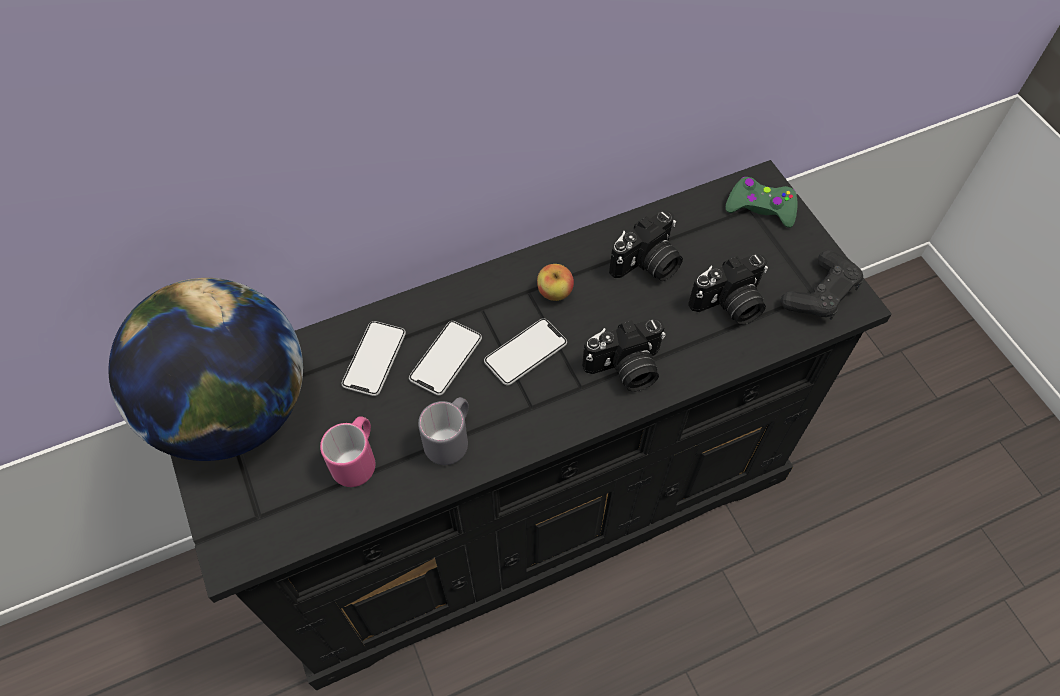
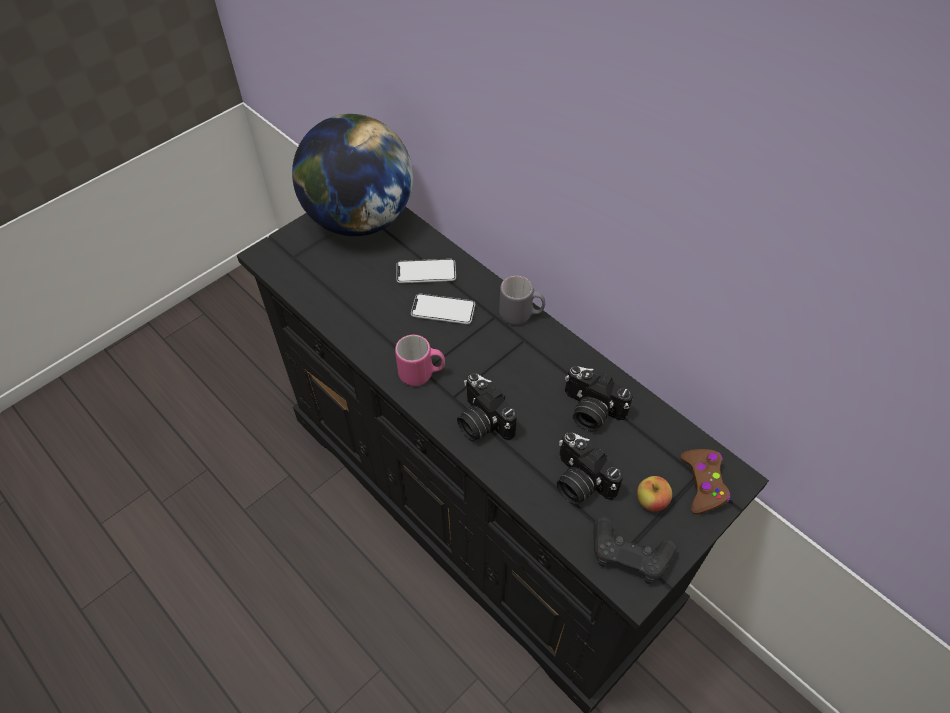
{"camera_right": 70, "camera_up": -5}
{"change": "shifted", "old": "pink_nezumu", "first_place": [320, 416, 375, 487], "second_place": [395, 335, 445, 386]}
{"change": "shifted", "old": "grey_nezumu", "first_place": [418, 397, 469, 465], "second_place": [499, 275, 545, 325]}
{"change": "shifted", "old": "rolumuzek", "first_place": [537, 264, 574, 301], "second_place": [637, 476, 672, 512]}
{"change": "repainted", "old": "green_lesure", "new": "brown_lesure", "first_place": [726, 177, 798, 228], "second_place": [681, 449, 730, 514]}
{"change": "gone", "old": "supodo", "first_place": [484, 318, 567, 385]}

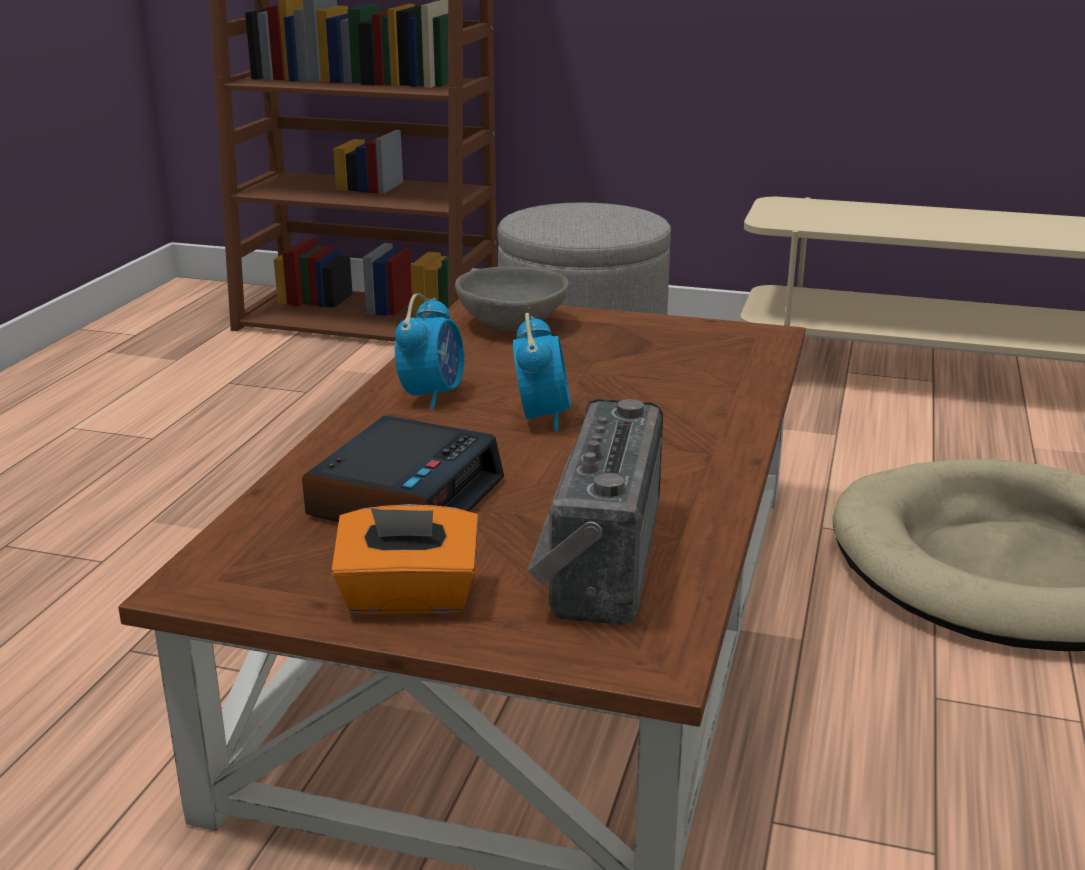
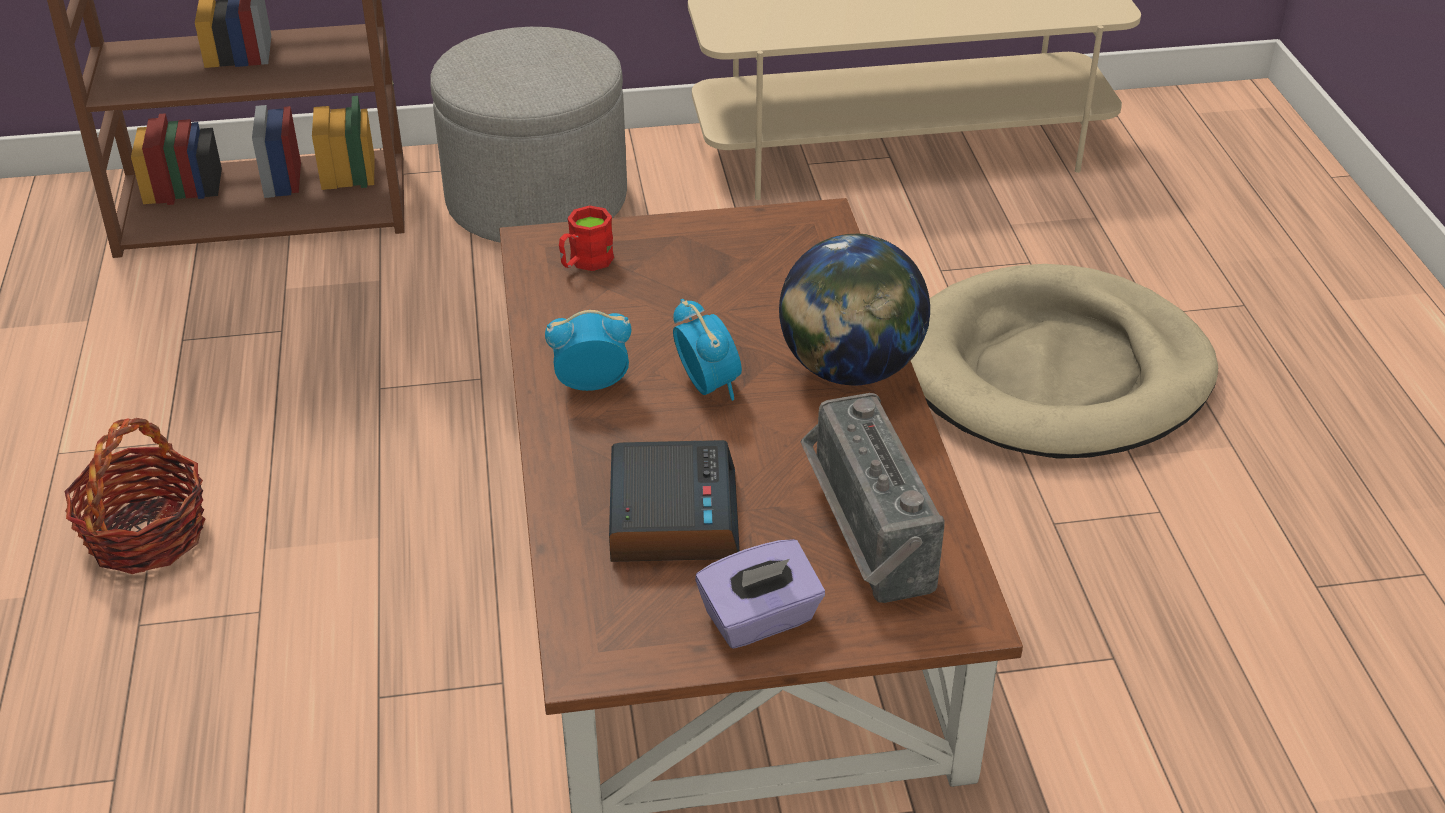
{"camera_right": -25, "camera_up": 15}
{"change": "new", "new": "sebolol", "second_place": [65, 418, 205, 574]}
{"change": "rotated", "old": "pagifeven", "first_place": [395, 293, 464, 410], "second_place": [545, 310, 631, 391], "degrees": -90}
{"change": "swapped", "old": "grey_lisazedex", "new": "red_nezumu", "first_place": [455, 266, 569, 331], "second_place": [559, 205, 614, 271]}
{"change": "repainted", "old": "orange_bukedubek", "new": "purple_bukedubek", "first_place": [331, 504, 479, 614], "second_place": [695, 539, 825, 649]}
{"change": "new", "new": "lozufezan", "second_place": [779, 234, 930, 385]}

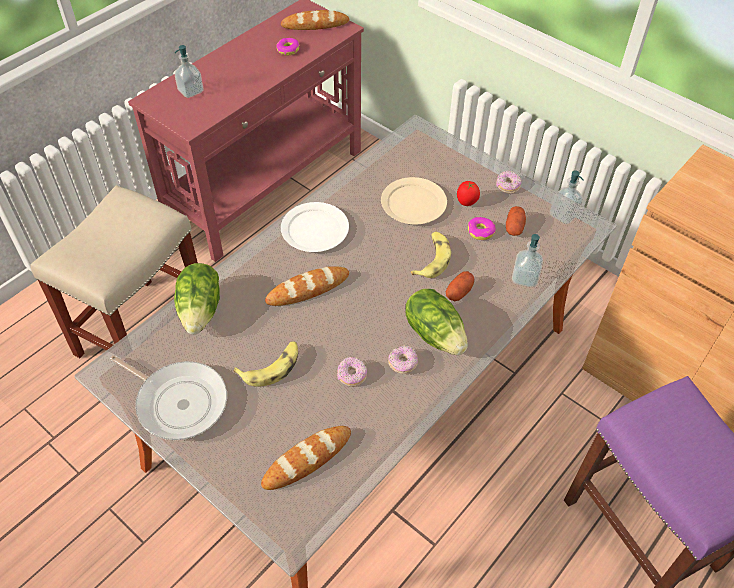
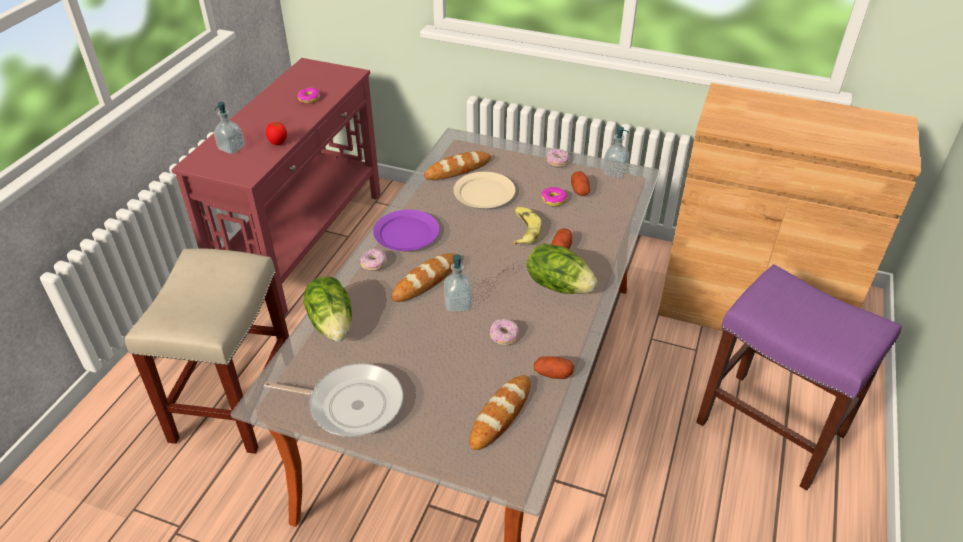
{"camera_right": -20, "camera_up": -10}
{"change": "shifted", "old": "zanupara", "first_place": [457, 181, 480, 206], "second_place": [266, 122, 287, 145]}
{"change": "shifted", "old": "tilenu", "first_place": [388, 345, 418, 374], "second_place": [360, 248, 387, 271]}
{"change": "repainted", "old": "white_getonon", "new": "purple_getonon", "first_place": [281, 202, 349, 252], "second_place": [373, 210, 440, 251]}
{"change": "shifted", "old": "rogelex", "first_place": [281, 10, 349, 30], "second_place": [424, 151, 491, 180]}
{"change": "shifted", "old": "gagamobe", "first_place": [512, 234, 543, 288], "second_place": [444, 255, 472, 312]}
{"change": "new", "new": "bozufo", "second_place": [534, 356, 574, 379]}
{"change": "gone", "old": "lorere", "first_place": [234, 341, 298, 387]}

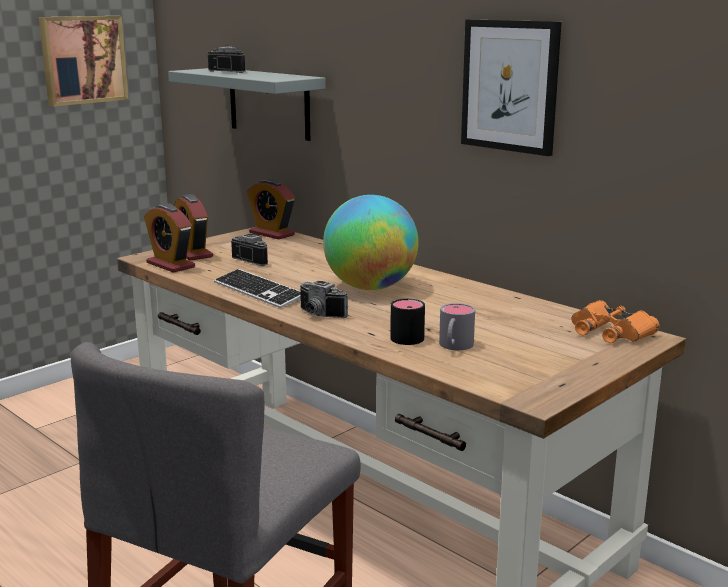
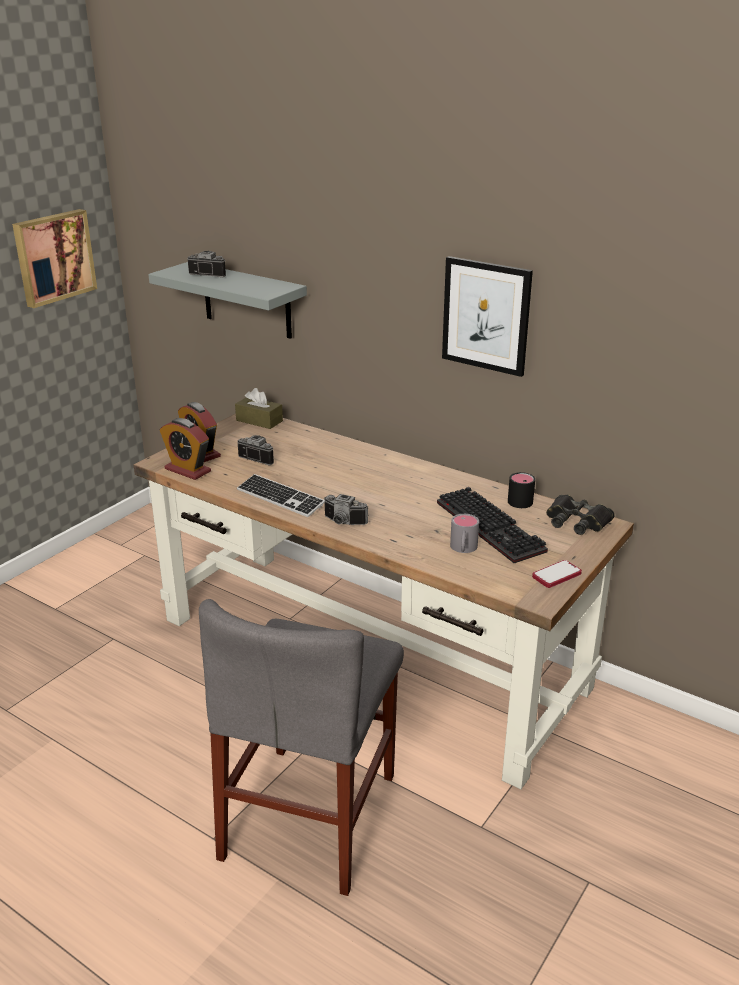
{"camera_right": -10, "camera_up": 10}
{"change": "swapped", "old": "pagifeven", "new": "brown_bukedubek", "first_place": [247, 179, 295, 239], "second_place": [235, 388, 283, 429]}
{"change": "new", "new": "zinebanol", "second_place": [437, 487, 548, 563]}
{"change": "shifted", "old": "black_nezumu", "first_place": [390, 299, 425, 345], "second_place": [508, 472, 535, 508]}
{"change": "new", "new": "supodo", "second_place": [532, 560, 582, 588]}
{"change": "repainted", "old": "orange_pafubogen", "new": "black_pafubogen", "first_place": [571, 300, 660, 343], "second_place": [546, 495, 614, 535]}
{"change": "gone", "old": "lozufezan", "first_place": [323, 195, 419, 290]}

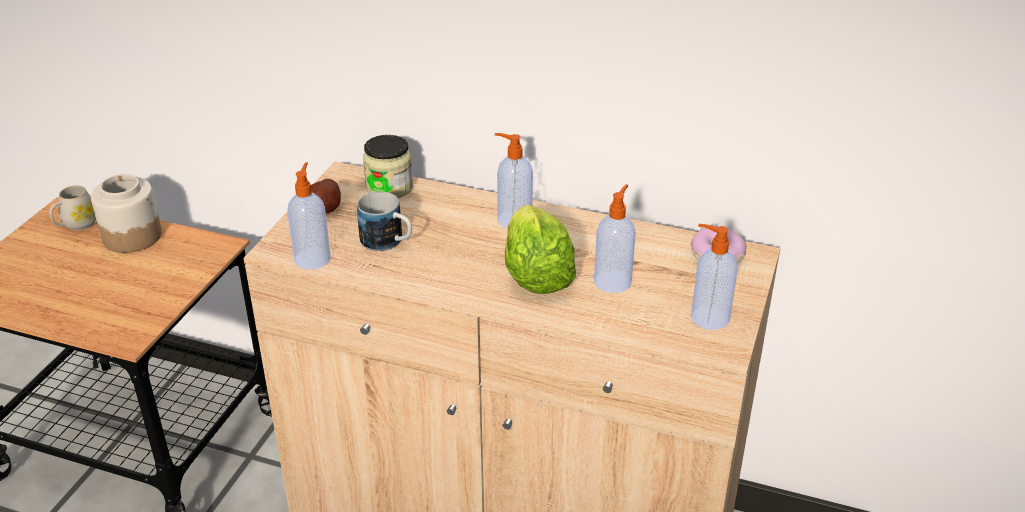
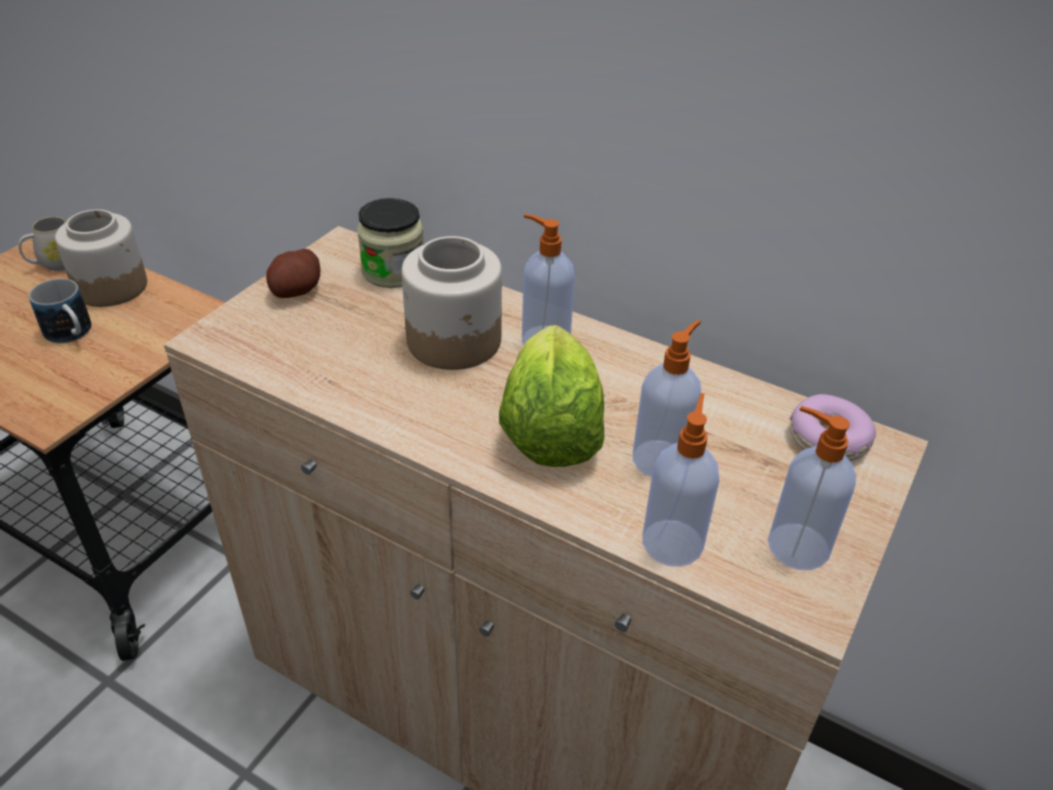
{"camera_right": 10, "camera_up": 5}
{"change": "shifted", "old": "nezumu", "first_place": [357, 192, 412, 251], "second_place": [29, 278, 91, 343]}
{"change": "new", "new": "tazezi", "second_place": [401, 236, 502, 370]}
{"change": "shifted", "old": "gagamobe", "first_place": [287, 162, 331, 270], "second_place": [642, 393, 719, 567]}

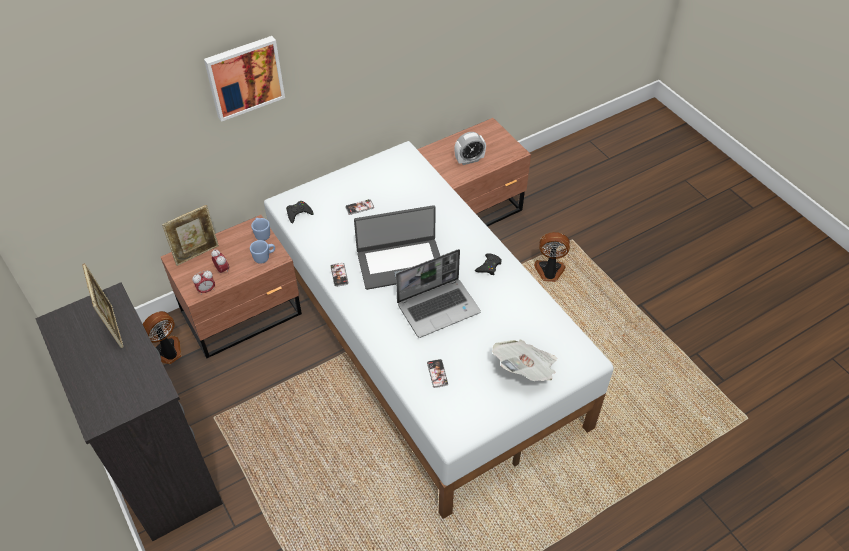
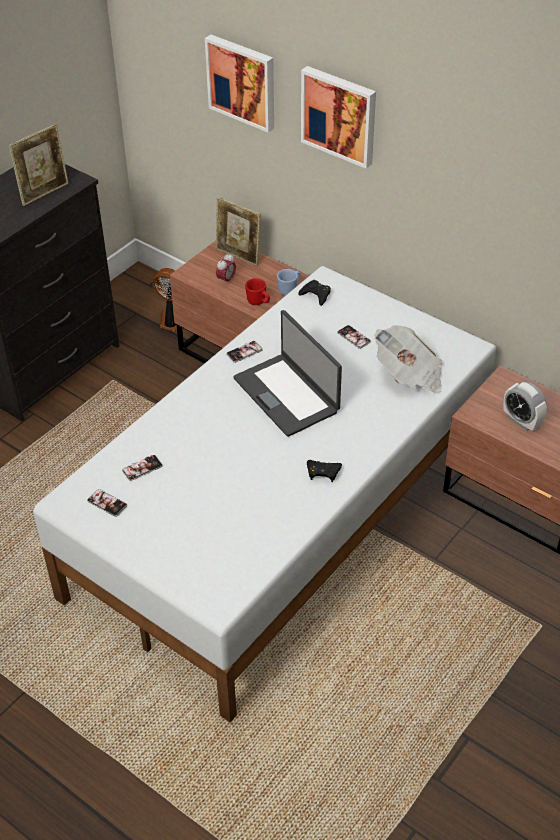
{"camera_right": 70, "camera_up": -5}
{"change": "new", "new": "supodo", "second_place": [87, 489, 127, 517]}
{"change": "new", "new": "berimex", "second_place": [205, 35, 274, 133]}
{"change": "repainted", "old": "blue_nezumu", "new": "red_nezumu", "first_place": [250, 240, 275, 264], "second_place": [245, 278, 270, 305]}
{"change": "shifted", "old": "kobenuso", "first_place": [492, 340, 557, 381], "second_place": [374, 325, 442, 393]}
{"change": "gone", "old": "pagifeven", "first_place": [192, 271, 215, 294]}
{"change": "gone", "old": "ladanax", "first_place": [396, 249, 481, 338]}
{"change": "gone", "old": "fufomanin", "first_place": [534, 232, 570, 282]}

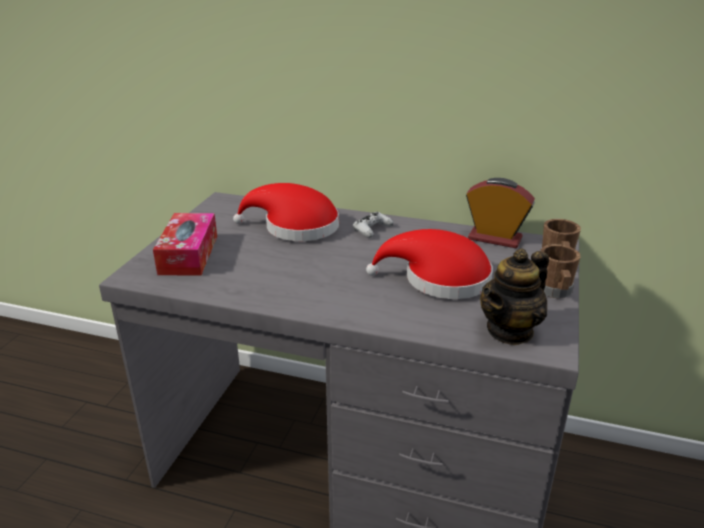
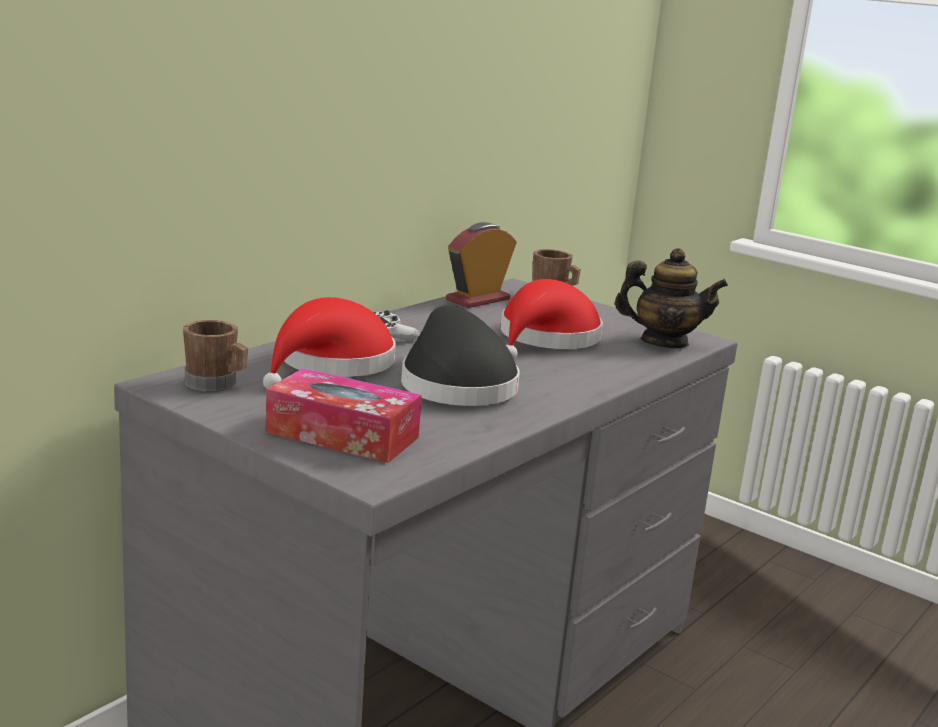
{"camera_right": -70, "camera_up": -10}
{"change": "shifted", "old": "brown_nezumu", "first_place": [540, 244, 581, 298], "second_place": [183, 320, 248, 392]}
{"change": "new", "new": "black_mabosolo", "second_place": [401, 305, 520, 406]}
{"change": "rotated", "old": "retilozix", "first_place": [480, 248, 549, 345], "second_place": [615, 248, 728, 348], "degrees": -60}

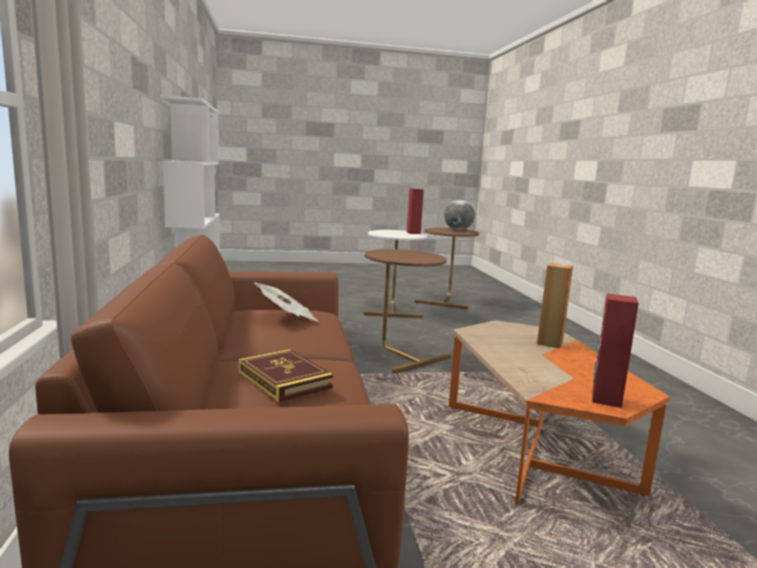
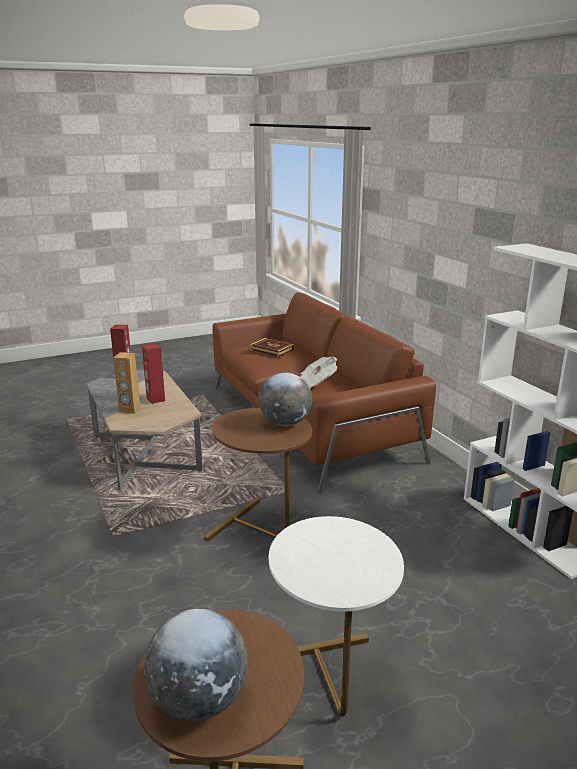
{"camera_right": 165, "camera_up": 10}
{"change": "repainted", "old": "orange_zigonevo", "new": "grey_zigonevo", "first_place": [449, 320, 670, 505], "second_place": [87, 370, 203, 489]}
{"change": "shifted", "old": "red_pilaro", "first_place": [407, 188, 424, 234], "second_place": [142, 343, 165, 404]}
{"change": "new", "new": "lozufezan", "second_place": [259, 373, 312, 426]}

